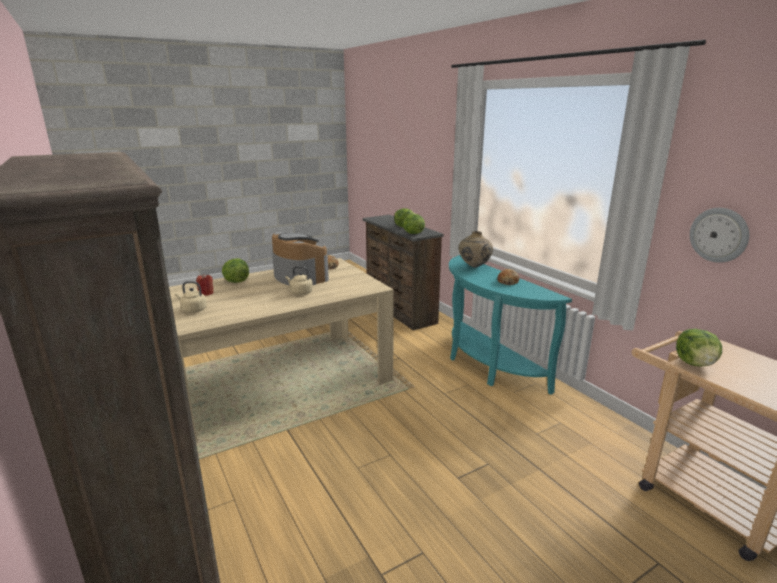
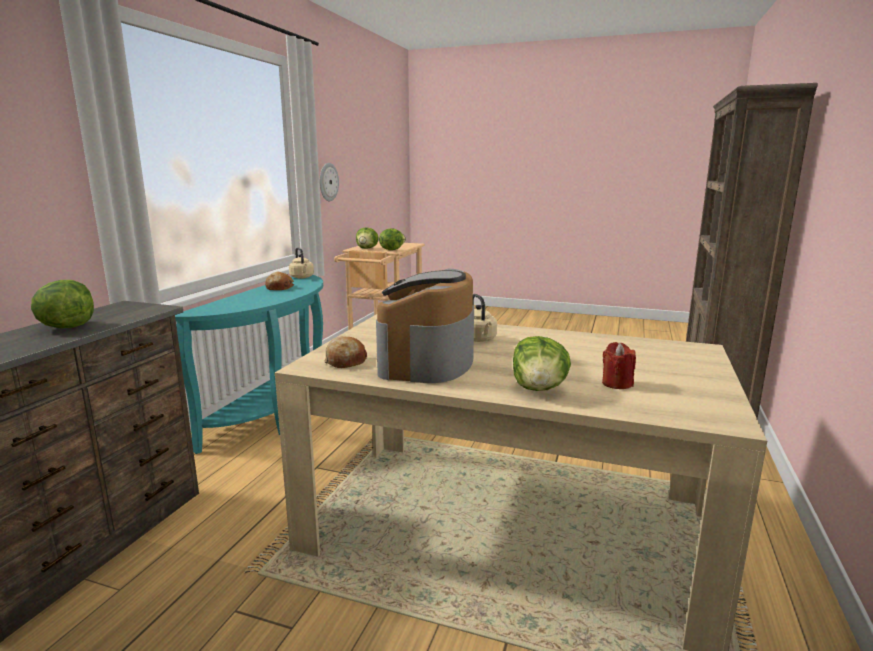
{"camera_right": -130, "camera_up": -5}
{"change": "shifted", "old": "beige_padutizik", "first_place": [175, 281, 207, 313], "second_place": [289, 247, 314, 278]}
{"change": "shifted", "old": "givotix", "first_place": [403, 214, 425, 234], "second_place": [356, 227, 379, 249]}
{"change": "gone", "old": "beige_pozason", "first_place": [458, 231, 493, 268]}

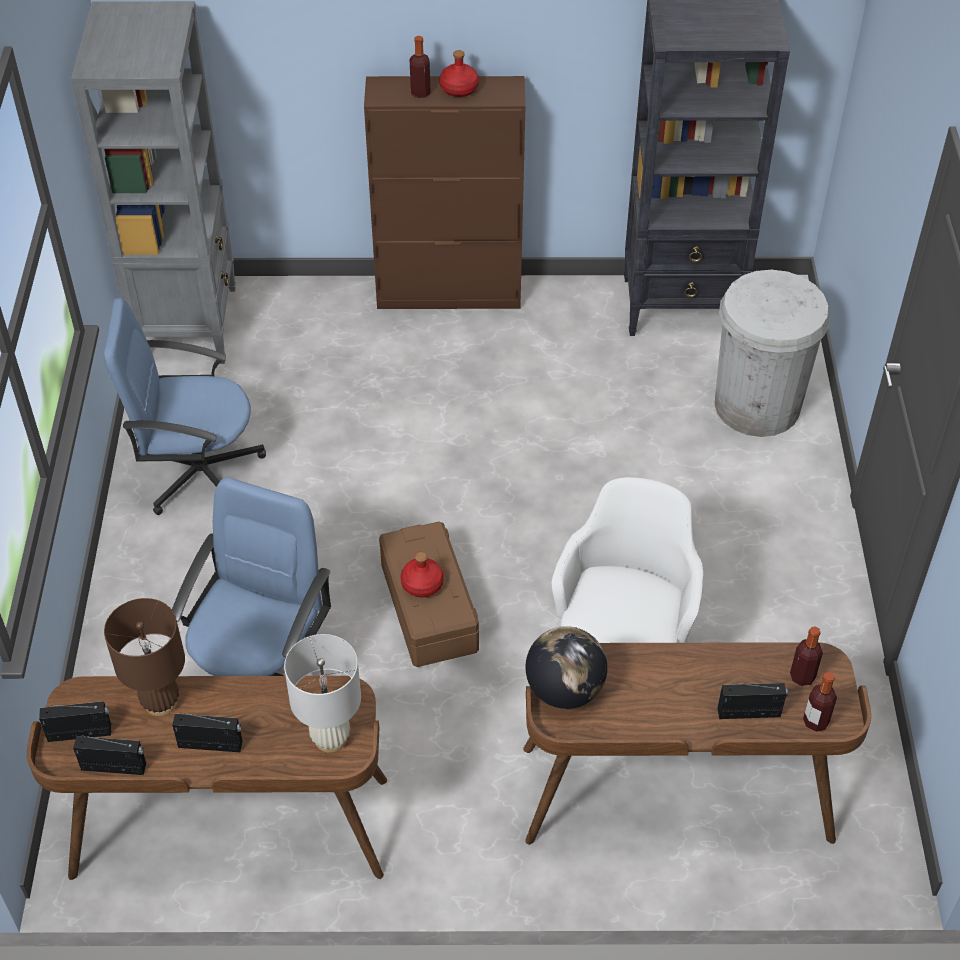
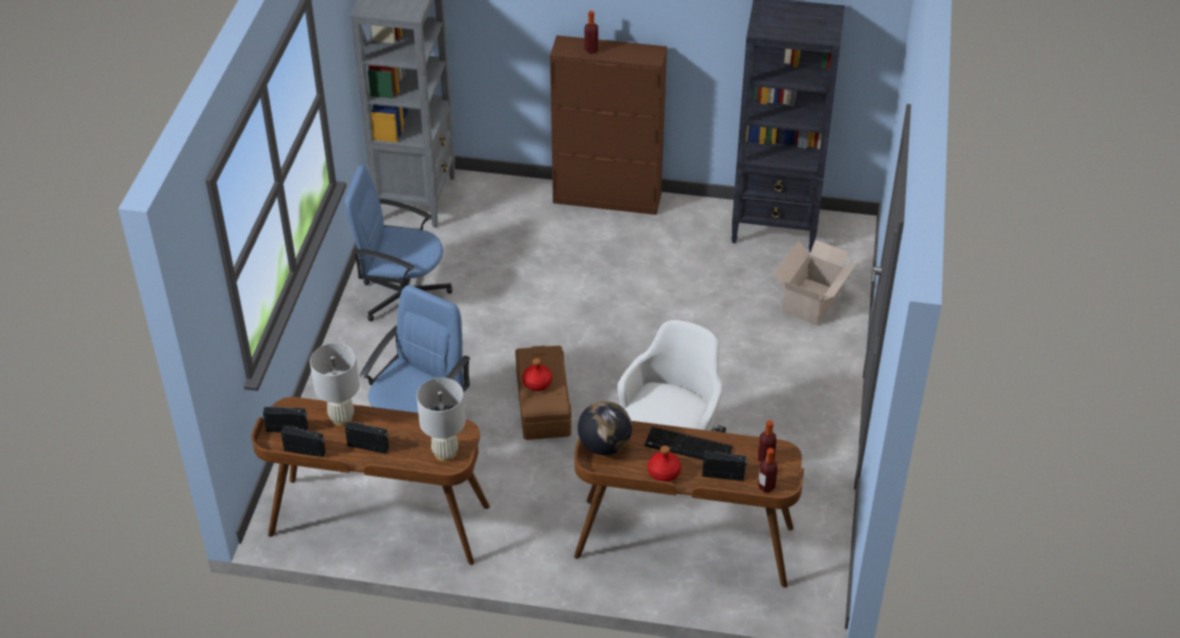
{"camera_right": 10, "camera_up": -5}
{"change": "repainted", "old": "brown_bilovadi", "new": "white_bilovadi", "first_place": [104, 598, 185, 716], "second_place": [310, 343, 360, 426]}
{"change": "new", "new": "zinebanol", "second_place": [645, 427, 733, 460]}
{"change": "shifted", "old": "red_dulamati", "first_place": [439, 50, 479, 97], "second_place": [648, 445, 681, 482]}
{"change": "swapped", "old": "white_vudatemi", "new": "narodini", "first_place": [714, 270, 830, 437], "second_place": [774, 240, 857, 326]}

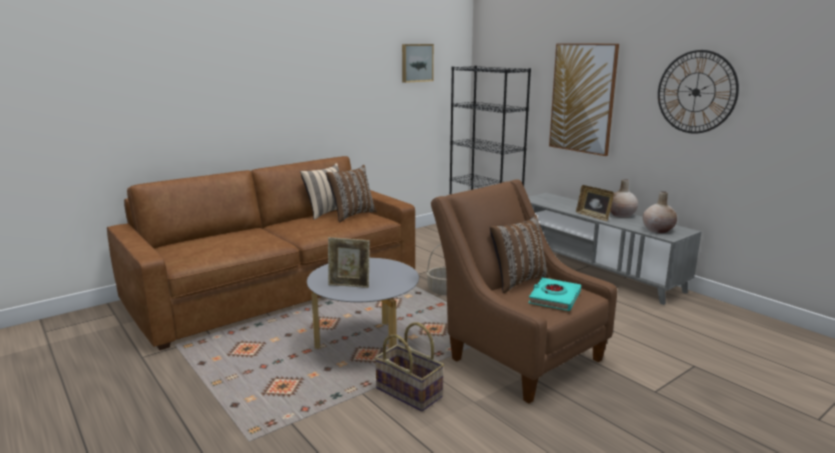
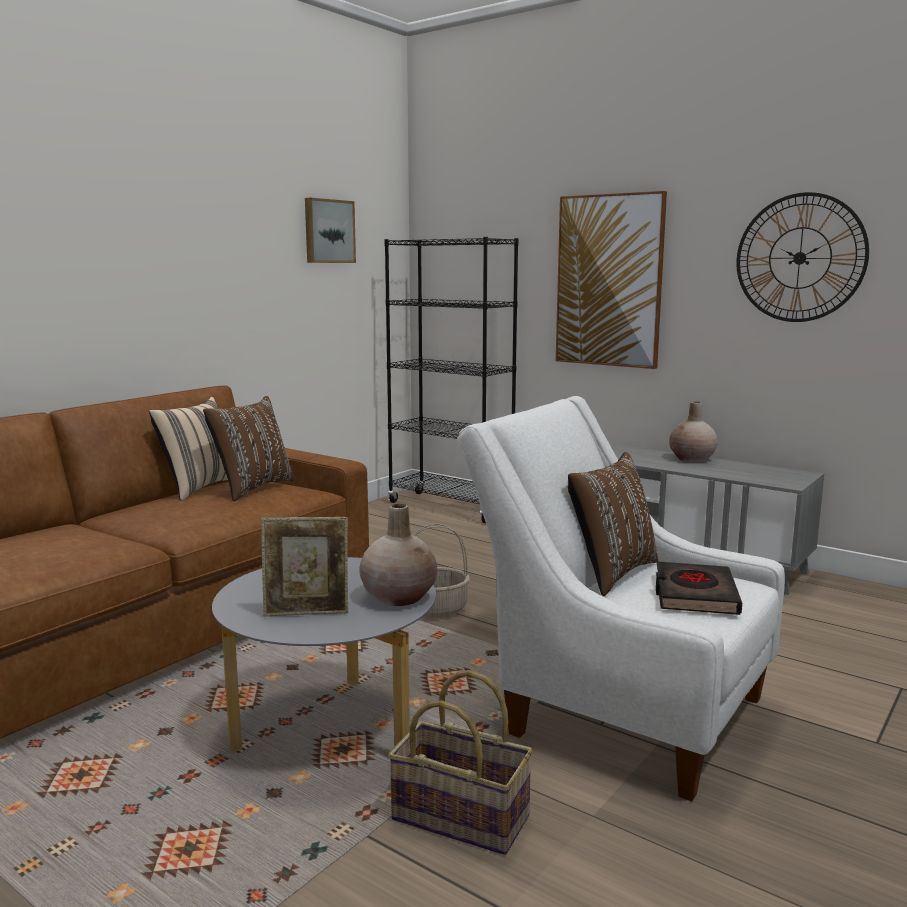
{"camera_right": -15, "camera_up": -5}
{"change": "shifted", "old": "beige_pozason", "first_place": [643, 191, 677, 233], "second_place": [359, 504, 437, 606]}
{"change": "repainted", "old": "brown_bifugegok", "new": "white_bifugegok", "first_place": [431, 179, 617, 403], "second_place": [457, 396, 785, 802]}
{"change": "repainted", "old": "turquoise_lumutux", "new": "black_lumutux", "first_place": [528, 278, 581, 311], "second_place": [656, 561, 742, 615]}
{"change": "gone", "old": "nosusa", "first_place": [576, 185, 614, 221]}

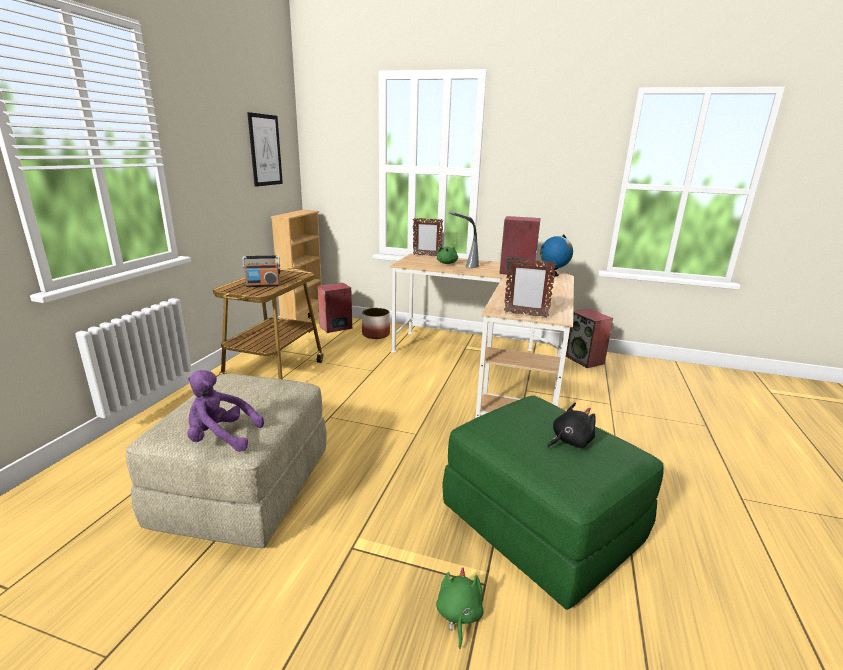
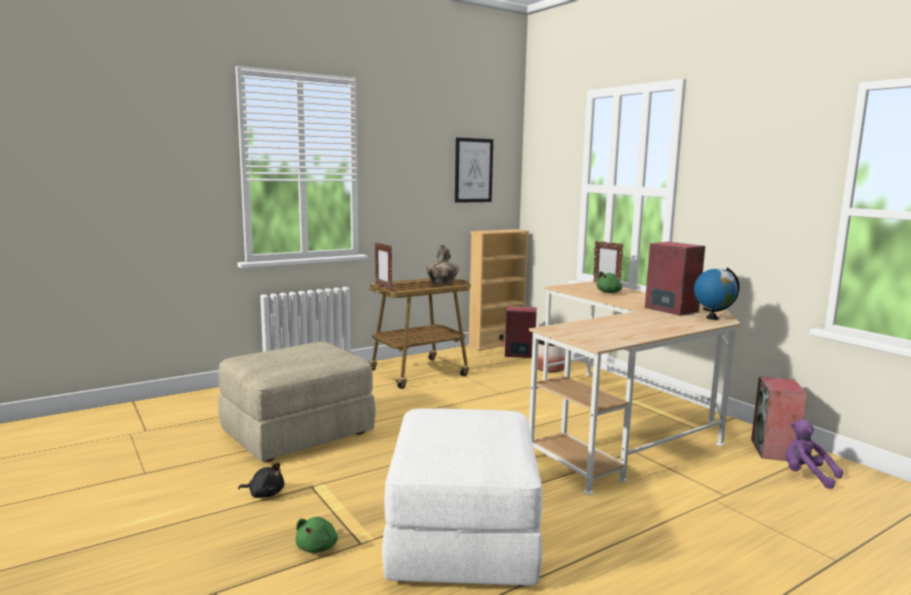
{"camera_right": 40, "camera_up": -10}
{"change": "shifted", "old": "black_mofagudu", "first_place": [547, 403, 596, 449], "second_place": [238, 463, 284, 498]}
{"change": "rotated", "old": "green_mofagudu", "first_place": [436, 567, 484, 649], "second_place": [295, 517, 338, 553], "degrees": 150}
{"change": "shifted", "old": "nosusa", "first_place": [504, 258, 557, 318], "second_place": [375, 243, 392, 290]}
{"change": "repainted", "old": "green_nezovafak", "new": "white_nezovafak", "first_place": [442, 395, 664, 610], "second_place": [382, 408, 542, 586]}
{"change": "new", "new": "pozason", "second_place": [426, 245, 459, 284]}
{"change": "shifted", "old": "purple_mofagudu", "first_place": [187, 370, 264, 452], "second_place": [785, 420, 843, 489]}
{"change": "gone", "old": "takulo", "first_place": [243, 256, 280, 287]}
{"change": "gone", "old": "grey_bilovadi", "first_place": [449, 212, 479, 268]}

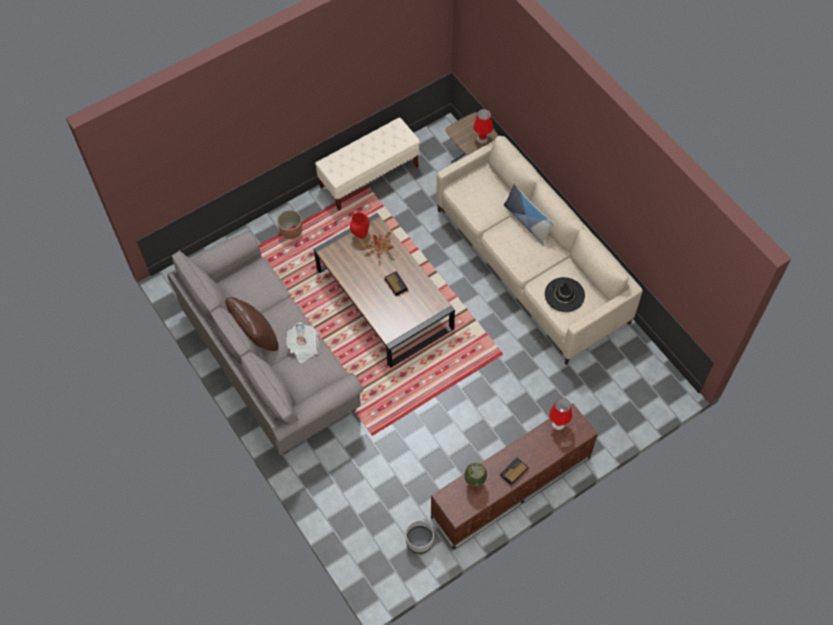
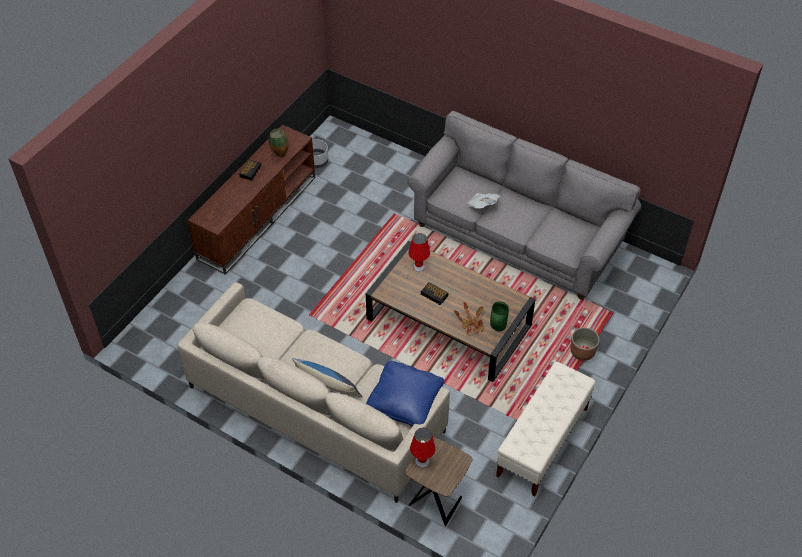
{"camera_right": 155, "camera_up": -10}
{"change": "new", "new": "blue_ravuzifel", "second_place": [366, 361, 445, 426]}
{"change": "shifted", "old": "red_bilovadi", "first_place": [549, 398, 572, 430], "second_place": [408, 233, 430, 272]}
{"change": "repainted", "old": "red_pozason", "new": "green_pozason", "first_place": [350, 212, 370, 239], "second_place": [490, 301, 509, 331]}
{"change": "gone", "old": "brown_ravuzifel", "first_place": [225, 297, 279, 351]}
{"change": "gone", "old": "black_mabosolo", "first_place": [545, 277, 585, 312]}

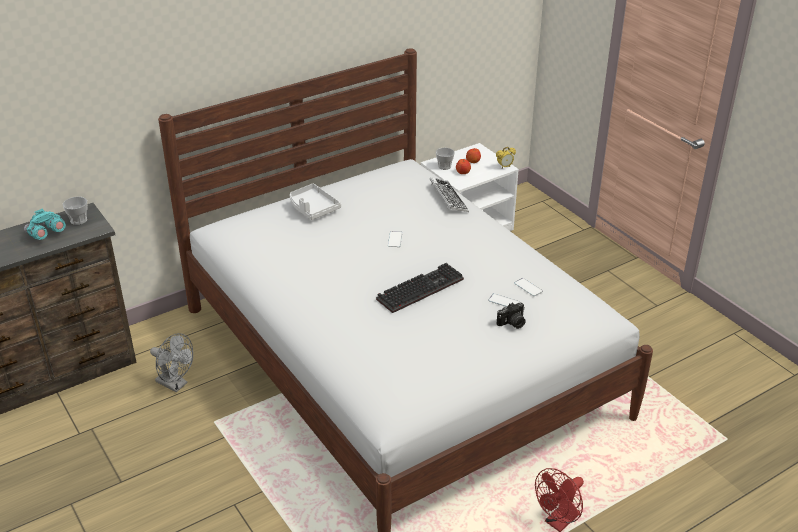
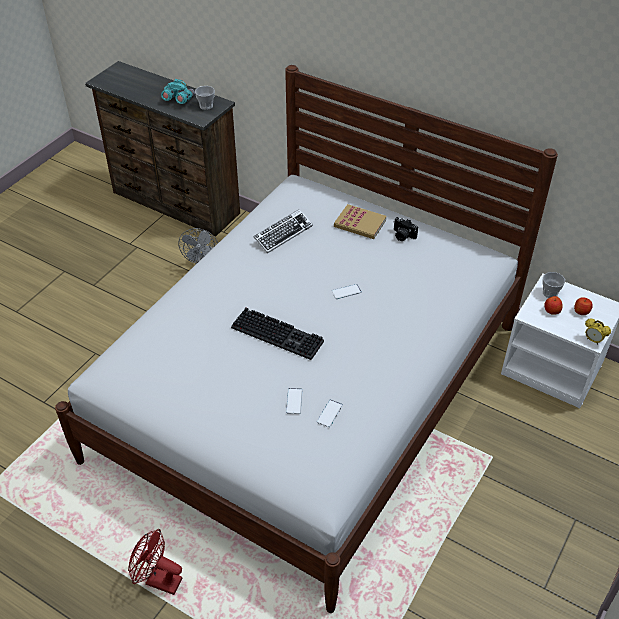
{"camera_right": 65, "camera_up": 10}
{"change": "shifted", "old": "zinebanol", "first_place": [430, 177, 469, 212], "second_place": [254, 209, 313, 254]}
{"change": "swapped", "old": "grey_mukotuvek", "new": "lumutux", "first_place": [290, 184, 341, 220], "second_place": [334, 204, 387, 239]}
{"change": "shifted", "old": "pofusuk", "first_place": [497, 302, 526, 329], "second_place": [394, 217, 418, 241]}

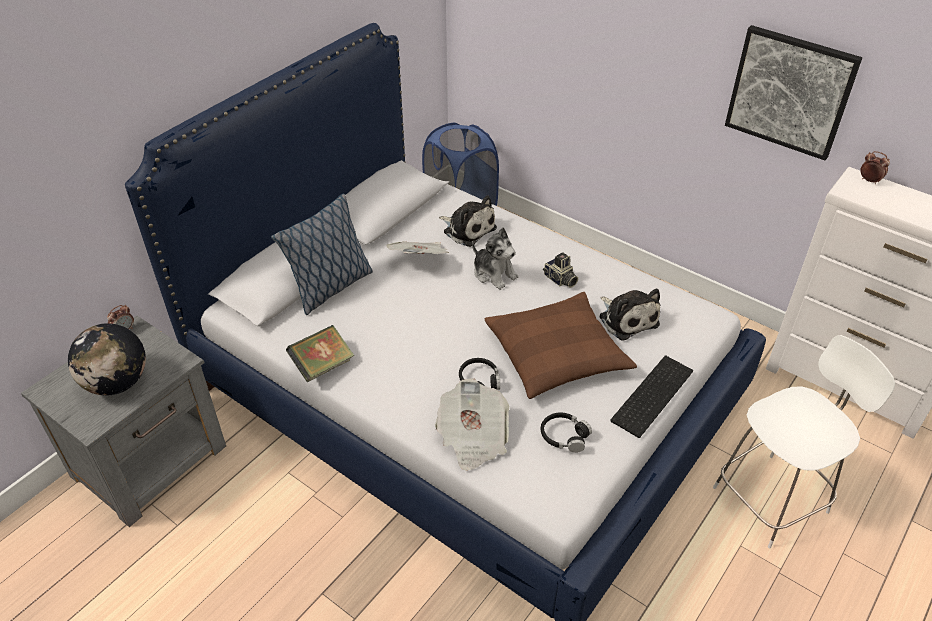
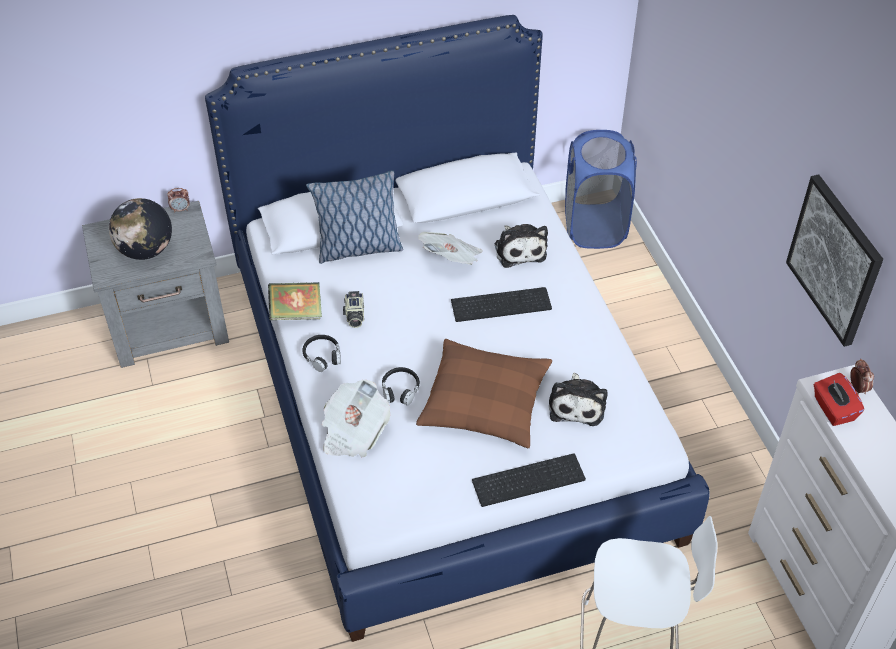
{"camera_right": 35, "camera_up": 5}
{"change": "shifted", "old": "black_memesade", "first_place": [541, 413, 592, 453], "second_place": [302, 335, 341, 372]}
{"change": "shifted", "old": "pofusuk", "first_place": [543, 252, 578, 288], "second_place": [343, 291, 365, 328]}
{"change": "swapped", "old": "mofagudu", "new": "zinebanol", "first_place": [472, 227, 519, 290], "second_place": [451, 287, 552, 322]}
{"change": "new", "new": "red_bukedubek", "second_place": [813, 373, 864, 426]}

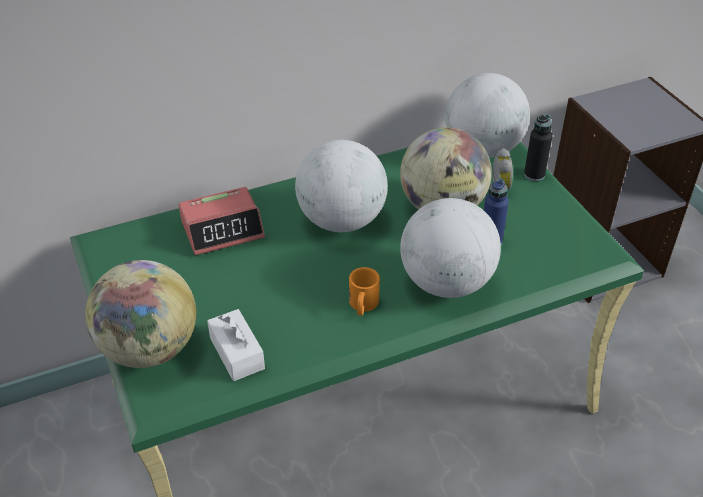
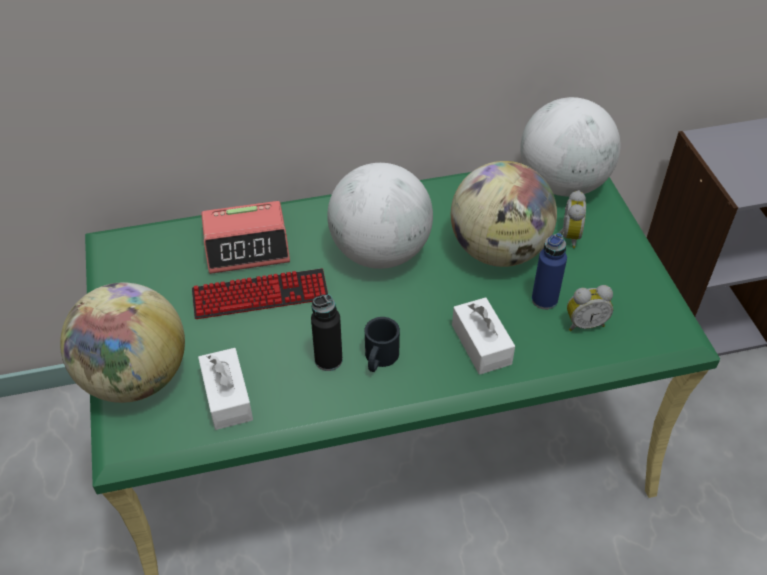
{"camera_right": 10, "camera_up": 5}
{"change": "new", "new": "zinebanol", "second_place": [192, 268, 328, 319]}
{"change": "shifted", "old": "black_dulamati", "first_place": [524, 114, 553, 181], "second_place": [311, 294, 343, 371]}
{"change": "repainted", "old": "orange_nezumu", "new": "black_nezumu", "first_place": [349, 267, 380, 316], "second_place": [364, 317, 400, 372]}
{"change": "swapped", "old": "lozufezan", "new": "white_bukedubek", "first_place": [400, 198, 501, 298], "second_place": [452, 297, 515, 375]}
{"change": "new", "new": "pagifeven", "second_place": [567, 285, 613, 331]}

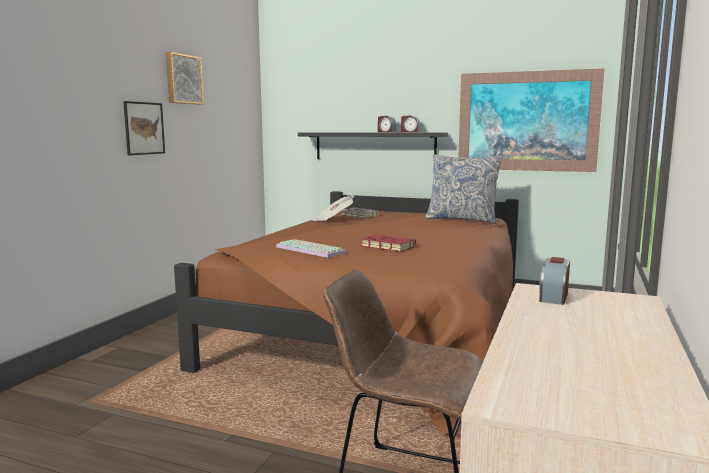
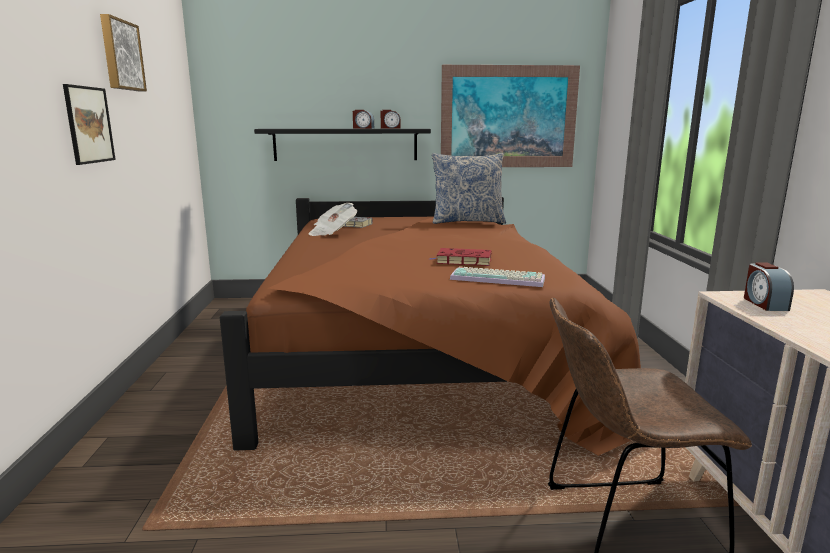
{"camera_right": -25, "camera_up": 5}
{"change": "shifted", "old": "zinebanol", "first_place": [276, 239, 346, 258], "second_place": [450, 266, 545, 287]}

